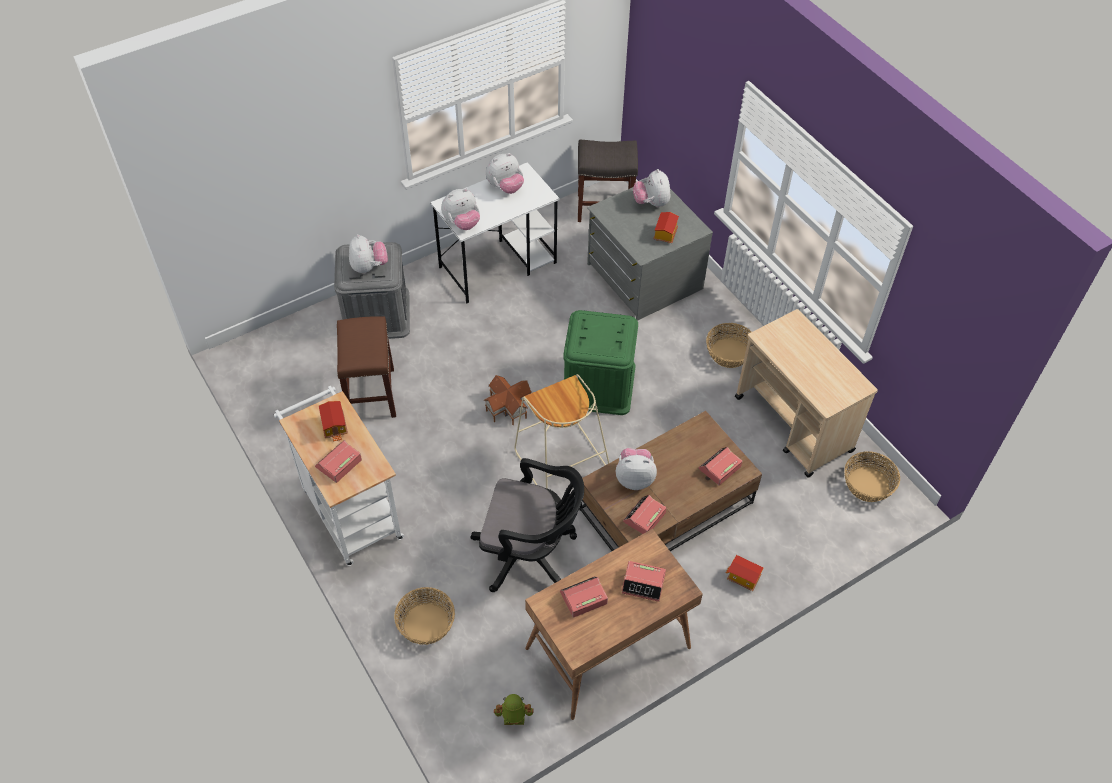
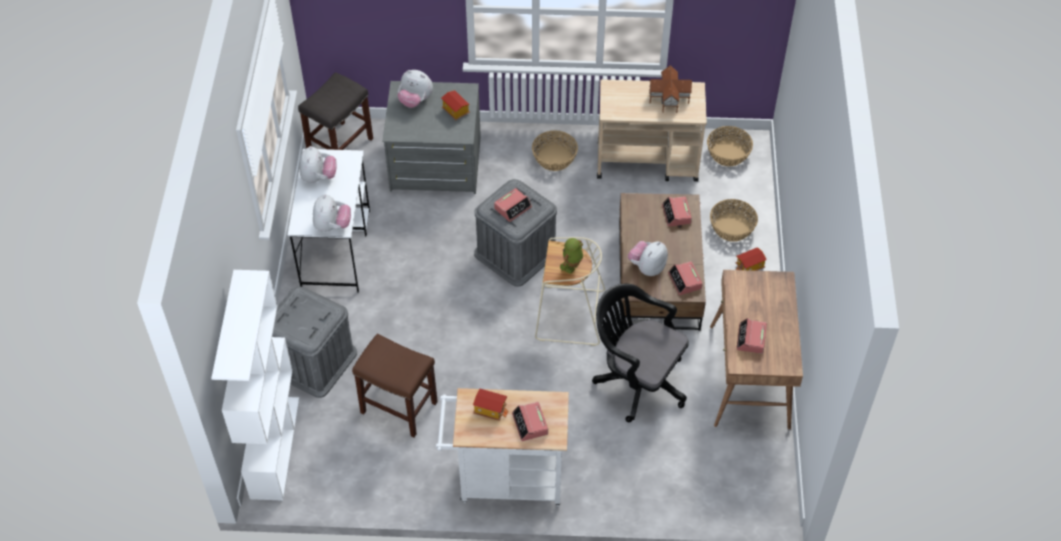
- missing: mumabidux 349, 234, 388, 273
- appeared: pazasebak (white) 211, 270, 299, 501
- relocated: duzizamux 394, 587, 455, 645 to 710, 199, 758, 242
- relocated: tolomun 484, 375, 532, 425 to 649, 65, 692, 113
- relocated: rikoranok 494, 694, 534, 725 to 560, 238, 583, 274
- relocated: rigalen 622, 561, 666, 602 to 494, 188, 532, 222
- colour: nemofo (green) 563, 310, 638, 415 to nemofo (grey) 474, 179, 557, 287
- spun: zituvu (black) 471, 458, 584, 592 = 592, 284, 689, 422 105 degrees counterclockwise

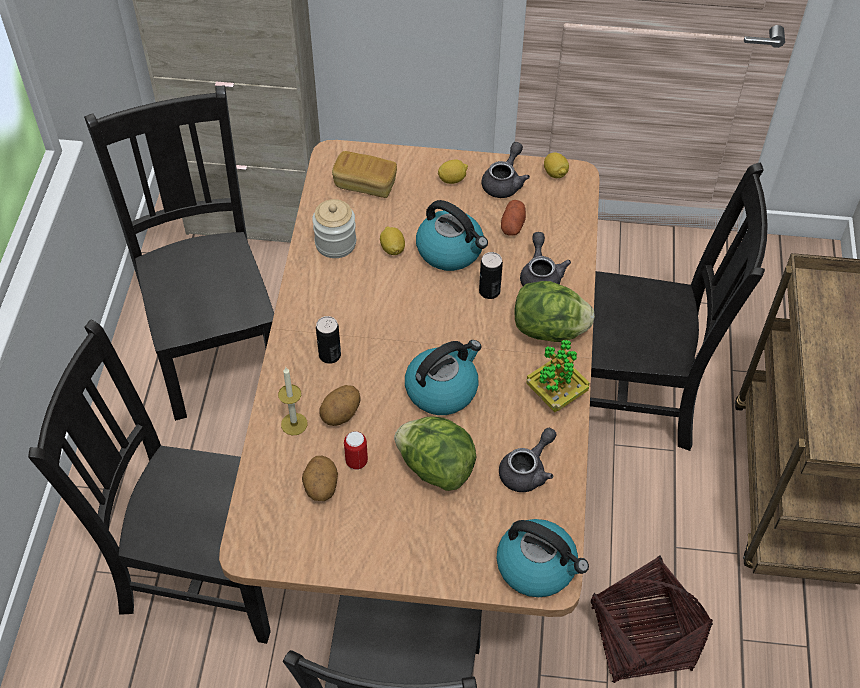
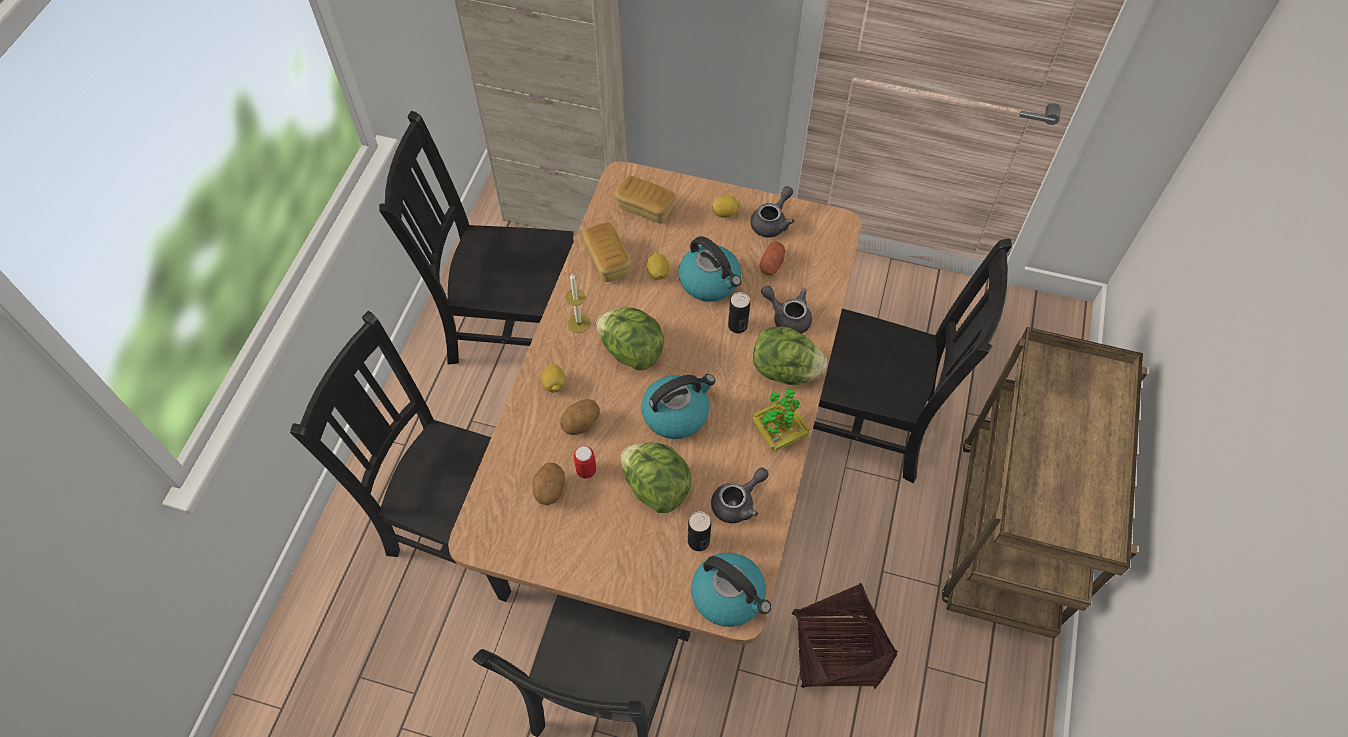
- appeared: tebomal 596, 307, 664, 370
- relocated: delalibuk 278, 368, 307, 435 to 566, 274, 590, 333
- relocated: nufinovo 316, 316, 341, 364 to 688, 511, 711, 551
- relocated: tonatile 544, 152, 569, 178 to 542, 364, 566, 392
- exchanged: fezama 312, 199, 356, 258 to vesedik 584, 222, 631, 282
- spun: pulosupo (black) 84, 86, 274, 421 = 379, 111, 574, 365 75 degrees counterclockwise
- spun: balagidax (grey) 520, 232, 571, 286 = 761, 286, 812, 334 60 degrees counterclockwise

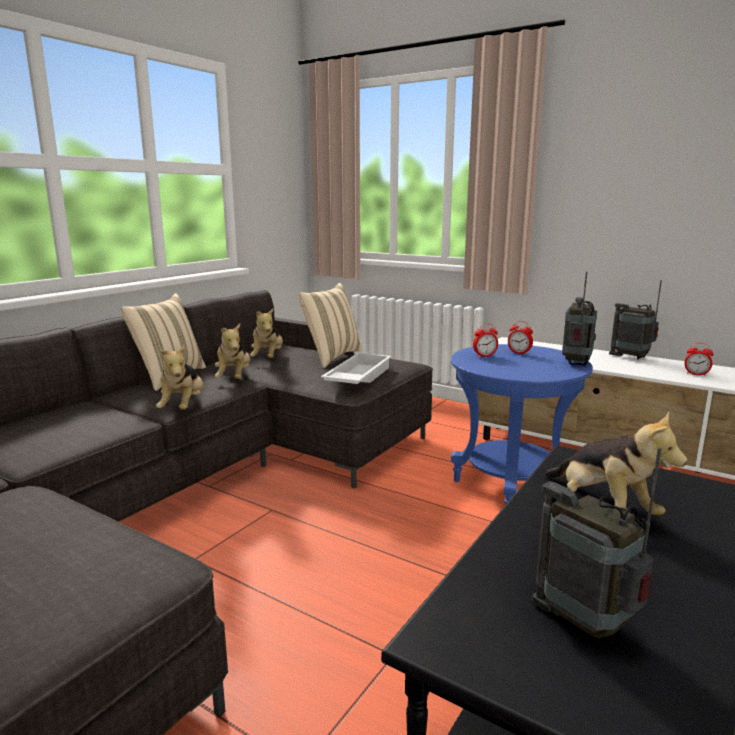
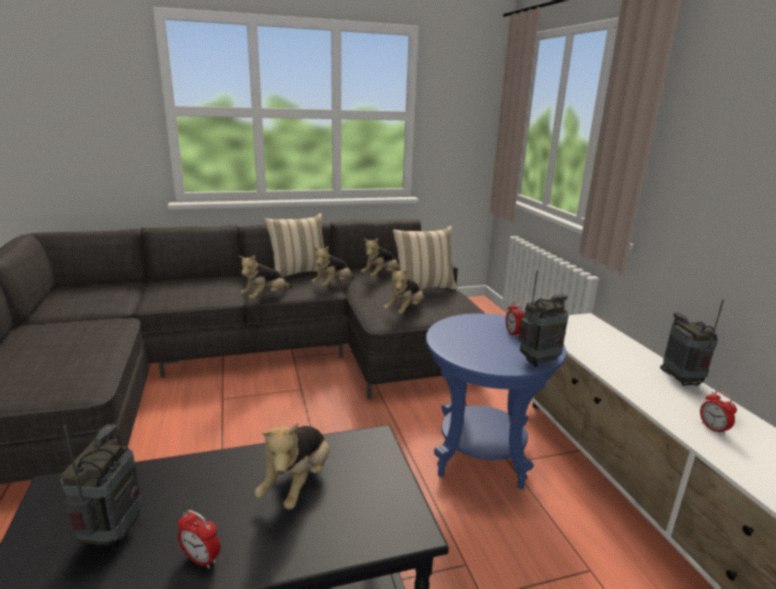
- relocated: rigalen 473, 323, 498, 357 to 178, 510, 220, 569
- exchanged: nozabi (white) 321, 353, 392, 384 to mumabidux 384, 268, 423, 314

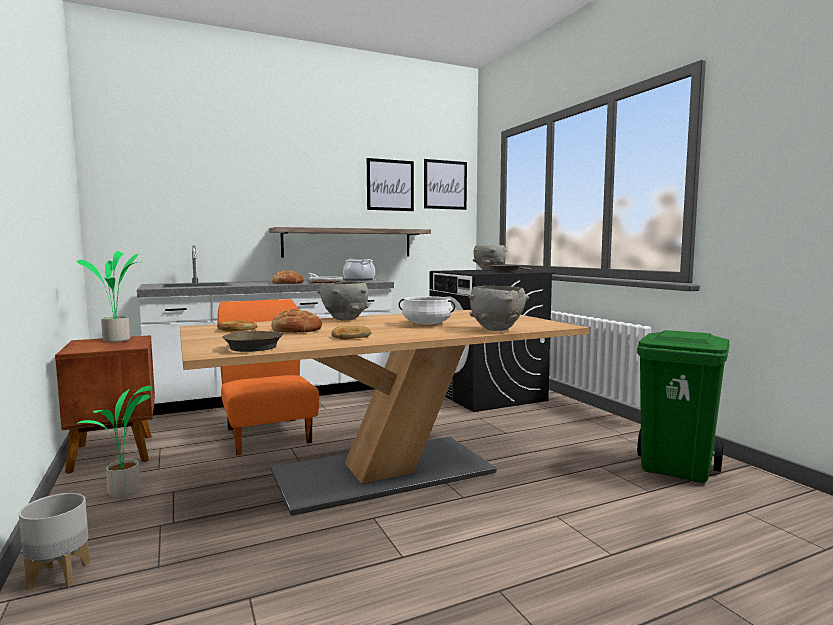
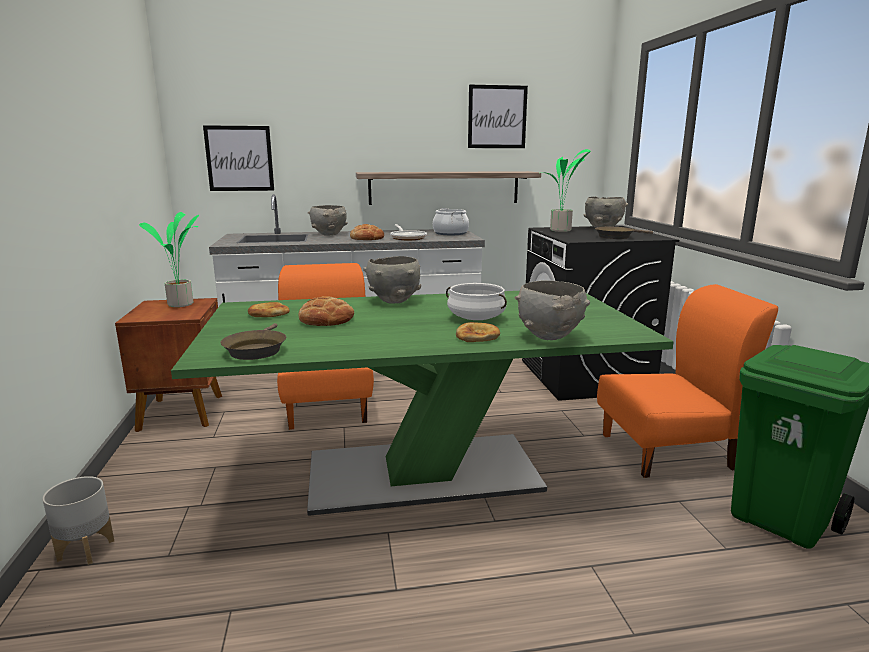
- appeared: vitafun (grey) 308, 205, 348, 235
- appeared: pulosupo (orange) 597, 284, 778, 478
- relocated: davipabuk 76, 386, 152, 497 to 541, 149, 591, 232
- relocated: vesedik 331, 326, 371, 340 to 456, 322, 500, 342
- relocated: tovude 424, 159, 467, 210 to 203, 125, 274, 191
- colour: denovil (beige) 180, 310, 589, 516 to denovil (green) 171, 291, 674, 515

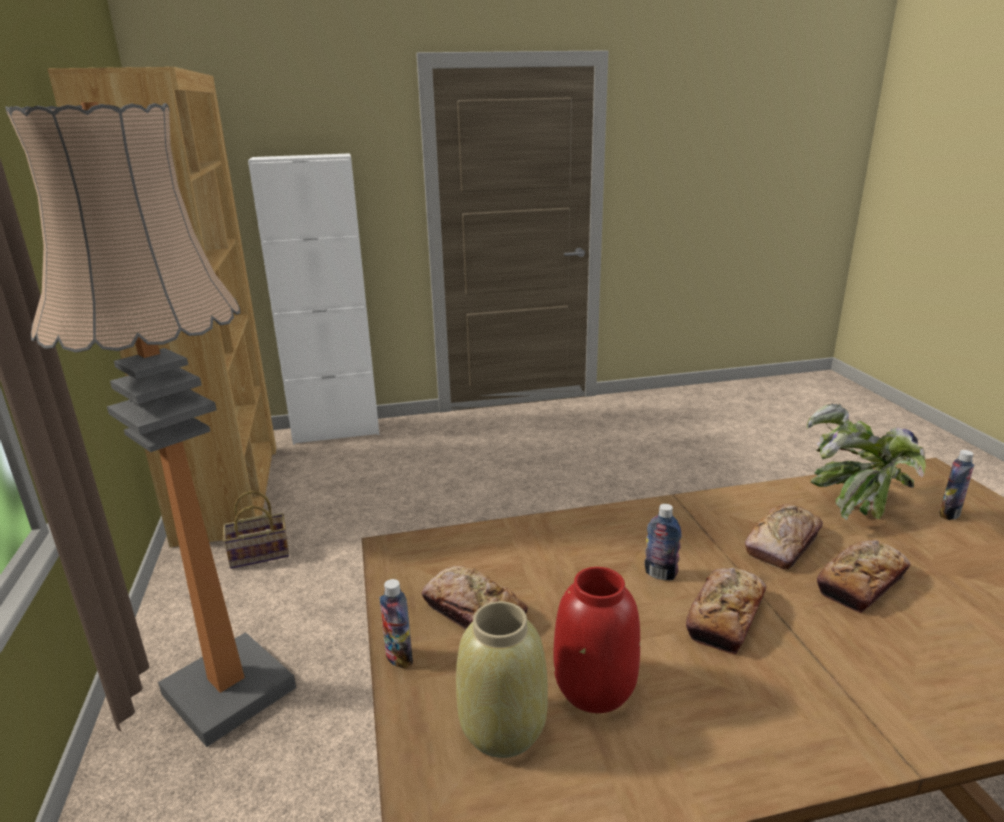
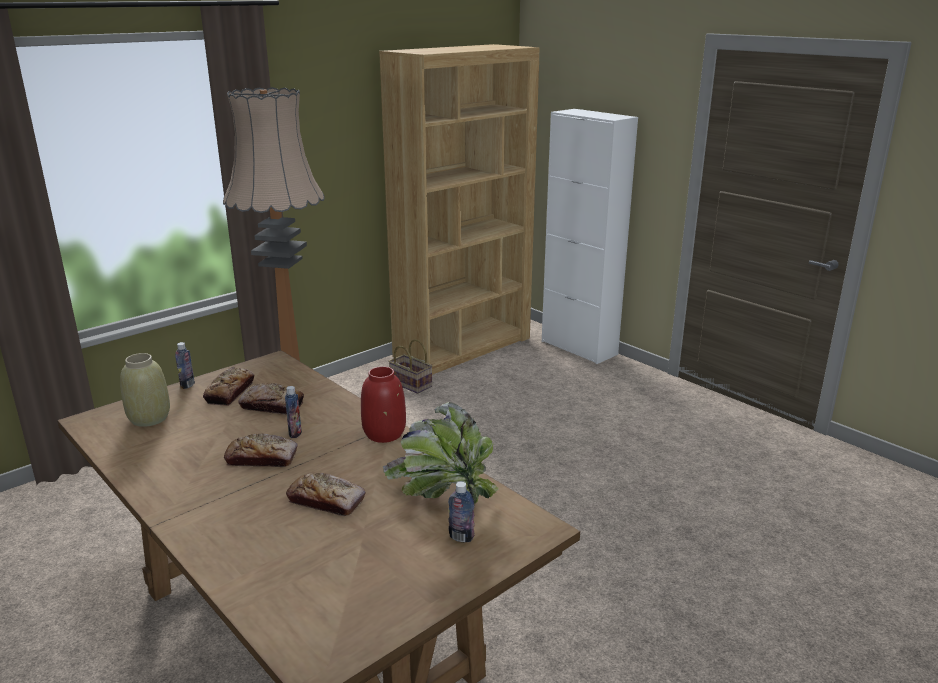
- relocated: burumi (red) 554, 567, 640, 713 to 361, 366, 406, 443
- relocated: vesedik 745, 504, 823, 569 to 239, 383, 304, 414

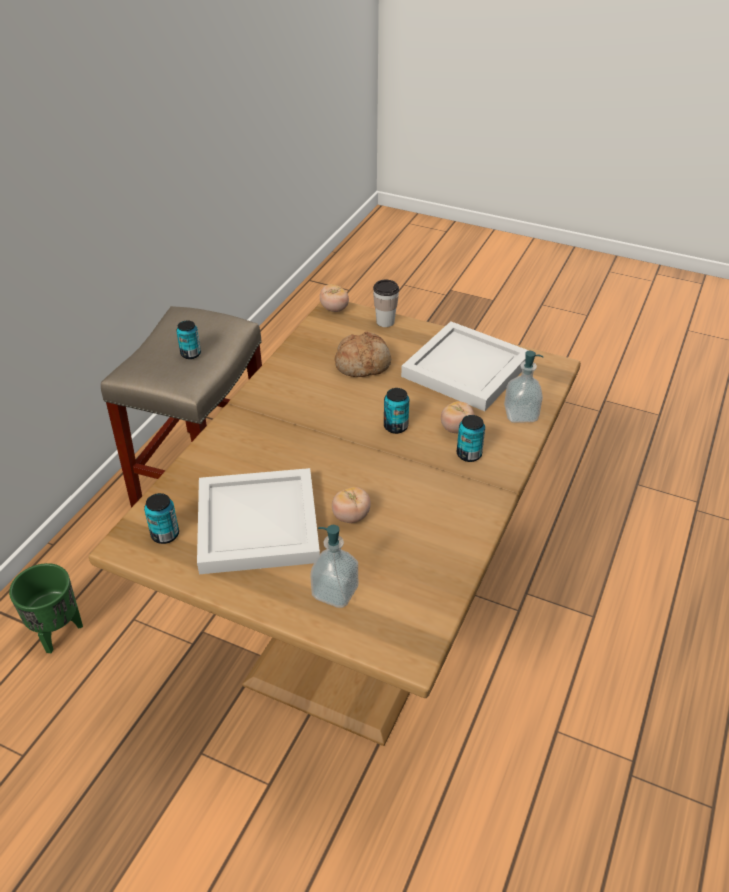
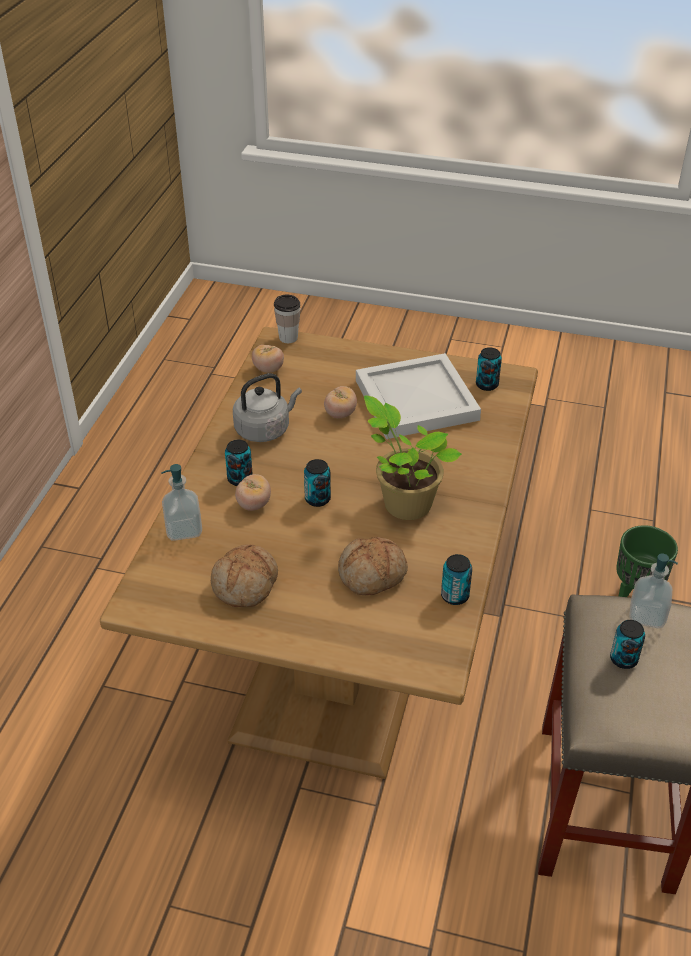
- appeared: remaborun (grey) 233, 373, 302, 442
- appeared: davipabuk 364, 395, 462, 520
- appeared: nufinovo 441, 554, 472, 605
- relocated: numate 310, 525, 358, 608 to 629, 553, 678, 628
- relocated: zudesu 320, 284, 349, 312 to 252, 345, 284, 373
- relocated: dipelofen 373, 280, 399, 327 to 274, 295, 300, 343
- exchanged: nozabi (white) 401, 321, 529, 411 to vesedik 211, 544, 278, 607

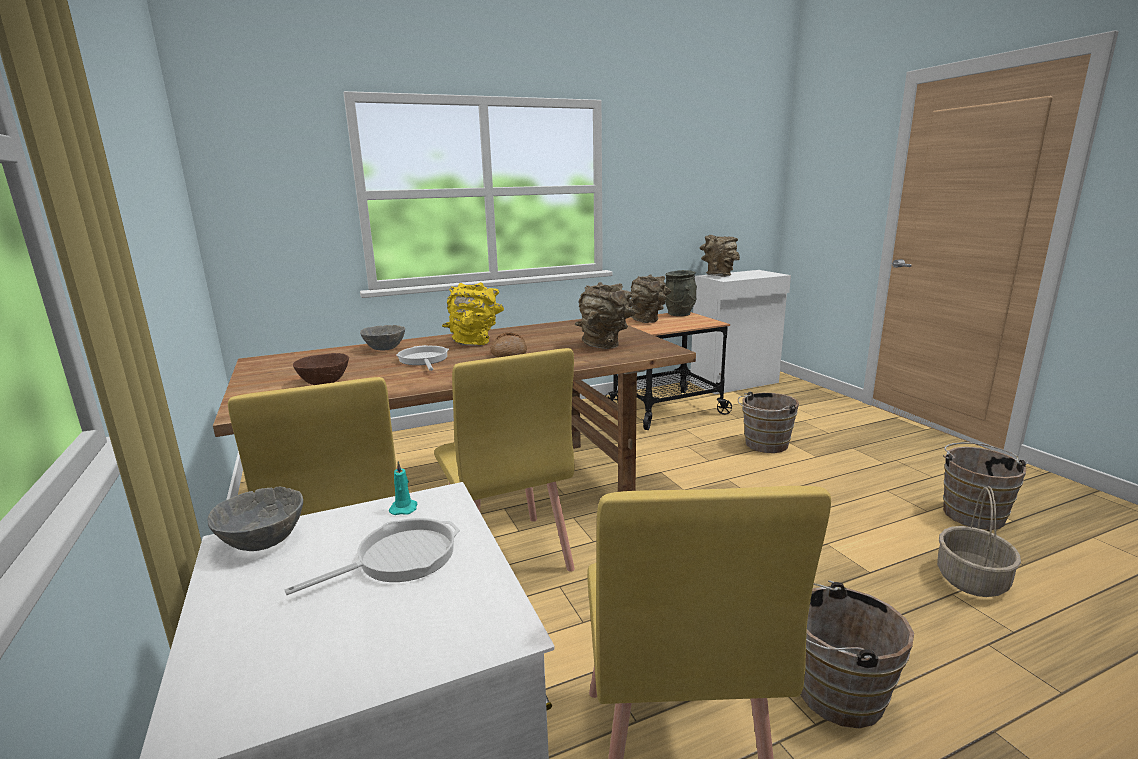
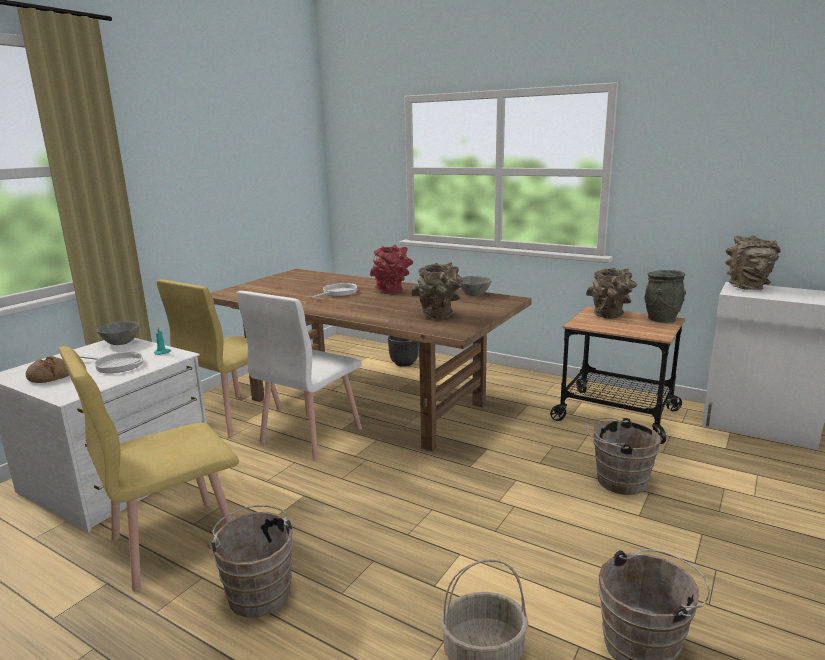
- missing: vitafun (brown) 293, 353, 349, 385
- appeared: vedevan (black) 388, 336, 419, 367
- relocated: vitafun (grey) 360, 325, 405, 351 to 460, 276, 492, 296
- relocated: vesedik 491, 332, 527, 357 to 25, 356, 69, 383
- colour: pulosupo (yellow) 434, 348, 575, 572 to pulosupo (white) 236, 291, 362, 461
- colour: burumi (yellow) 442, 282, 504, 346 to burumi (red) 370, 245, 413, 294

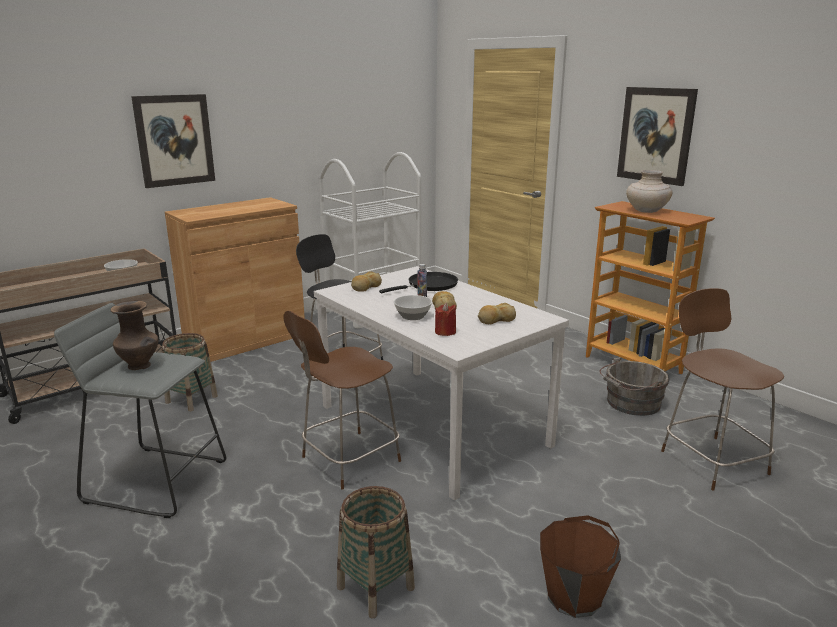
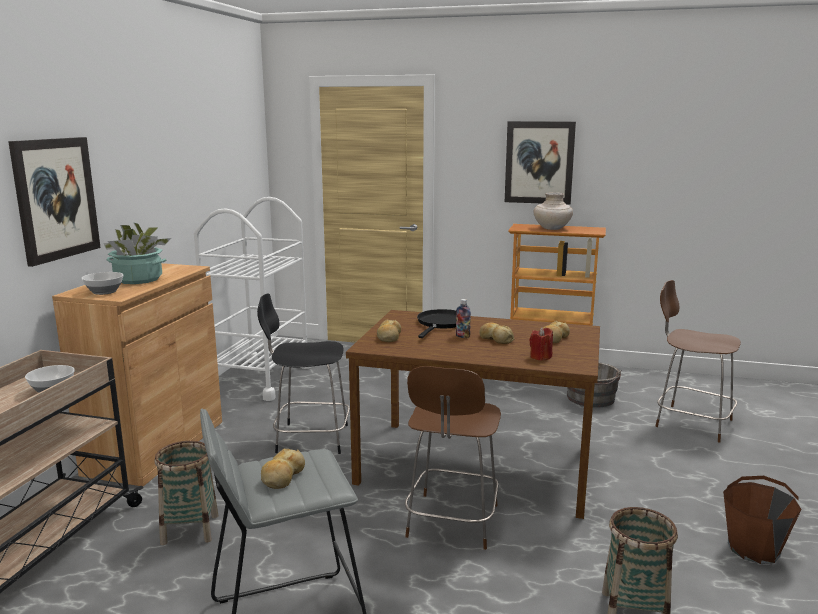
- appeared: davipabuk 103, 223, 171, 284
- relocated: vitafun 394, 295, 432, 320 to 81, 272, 124, 295
- exchanged: burumi (brown) 110, 301, 158, 370 to vesedik 261, 448, 305, 489
- colour: denovil (white) 314, 266, 569, 501 to denovil (brown) 346, 310, 600, 519

